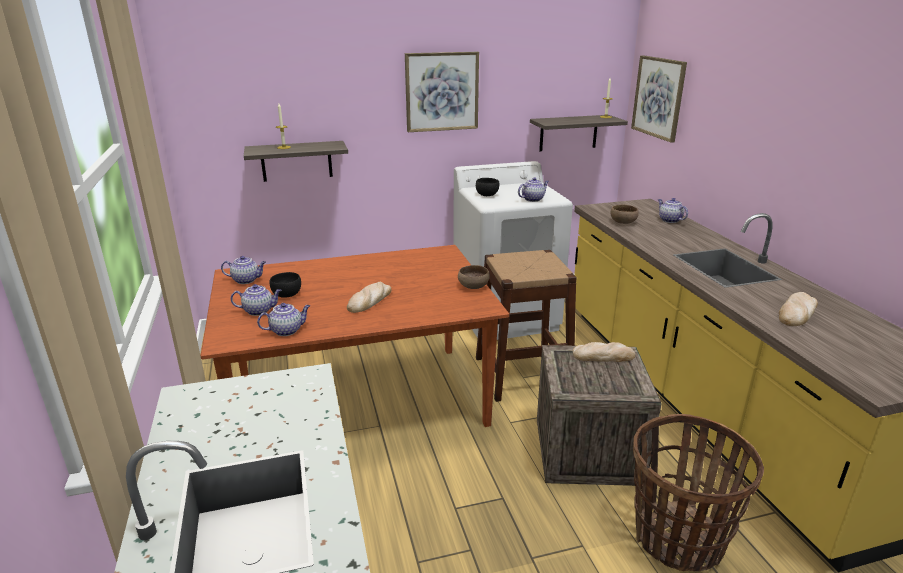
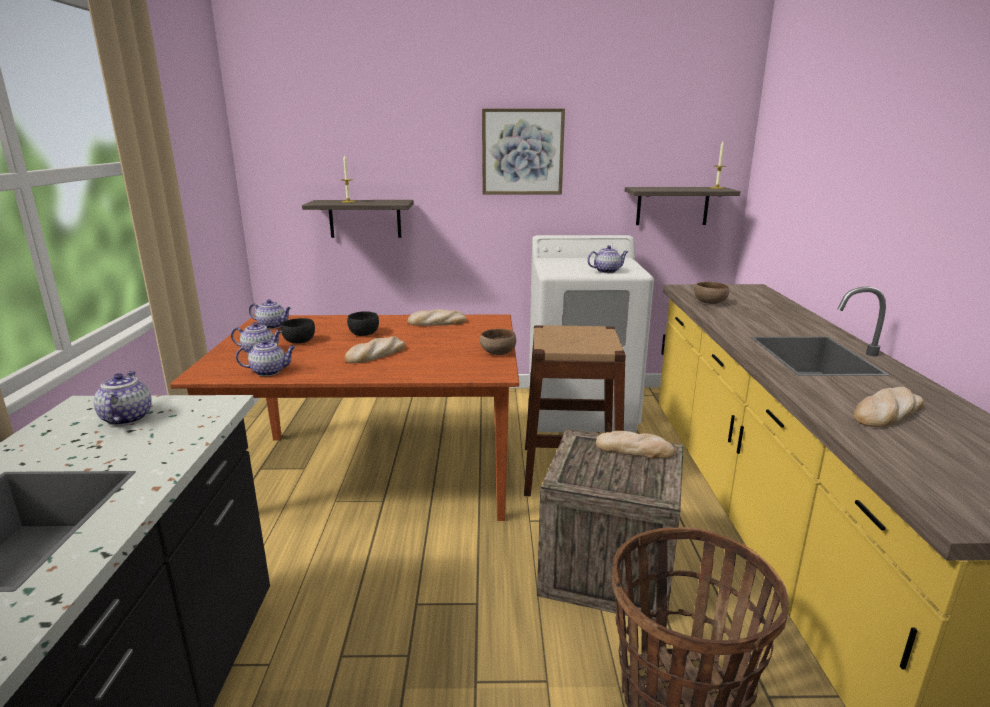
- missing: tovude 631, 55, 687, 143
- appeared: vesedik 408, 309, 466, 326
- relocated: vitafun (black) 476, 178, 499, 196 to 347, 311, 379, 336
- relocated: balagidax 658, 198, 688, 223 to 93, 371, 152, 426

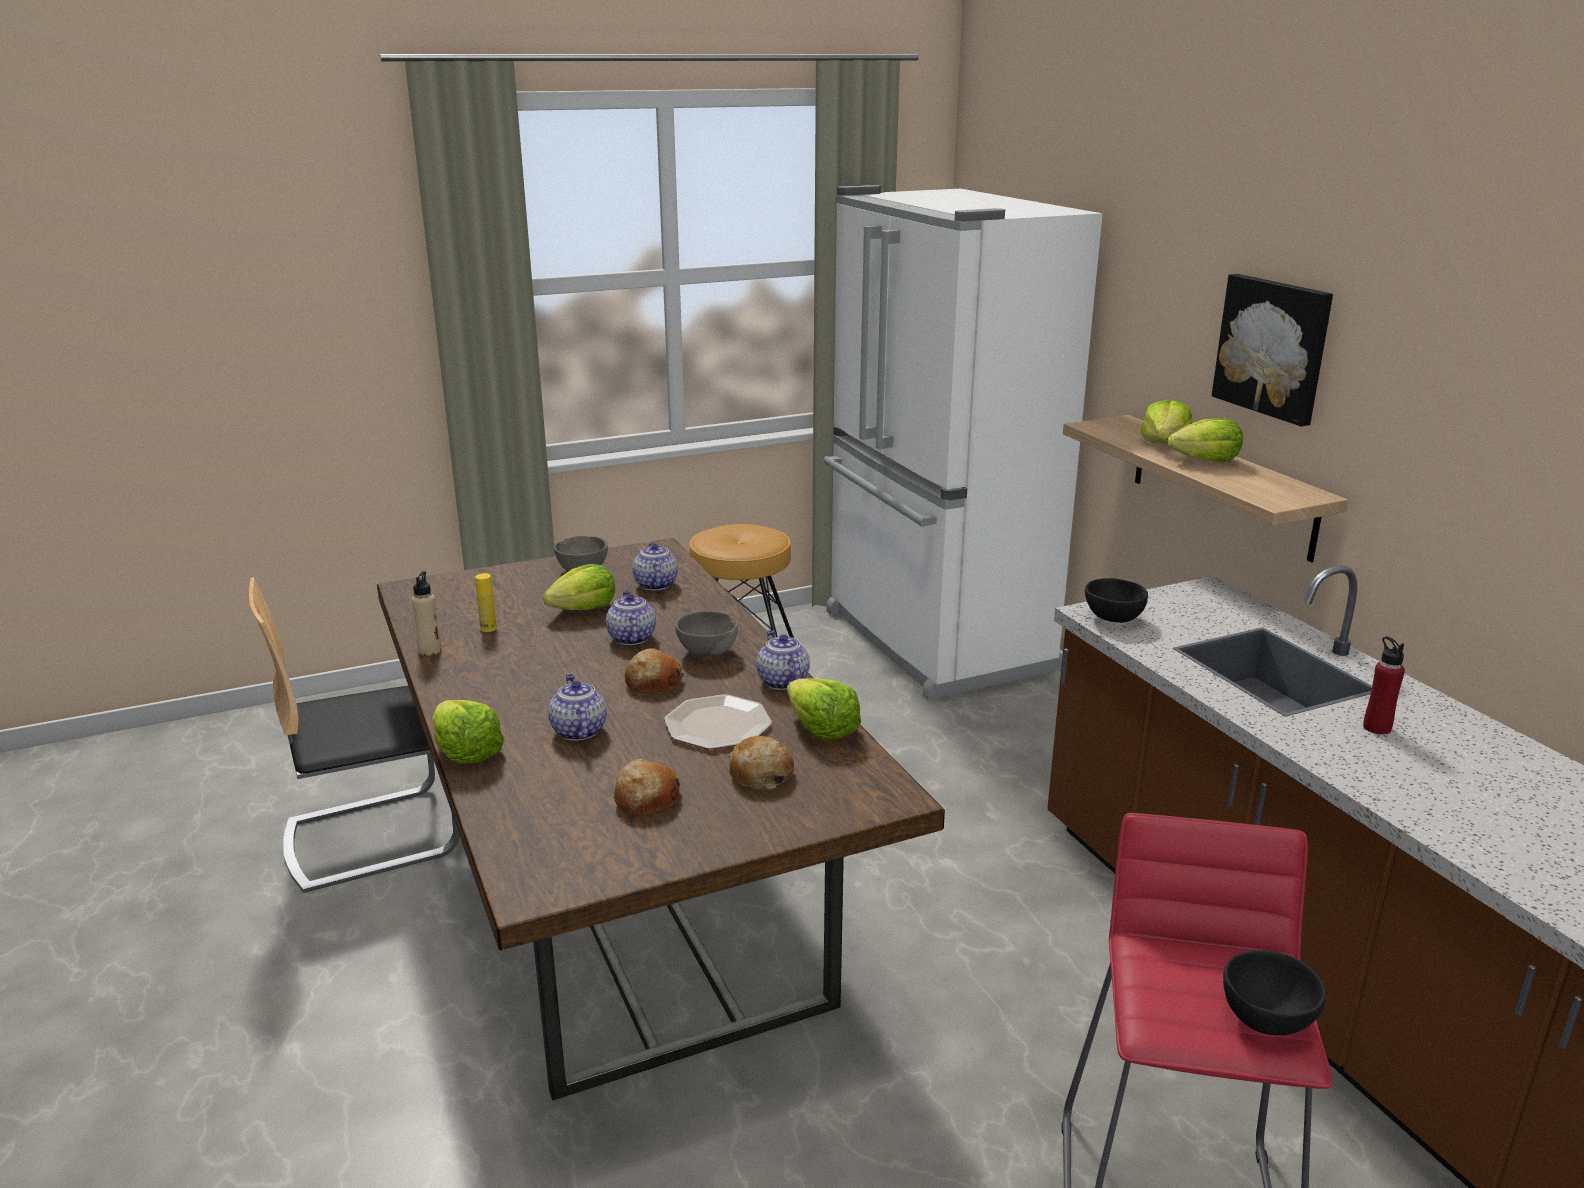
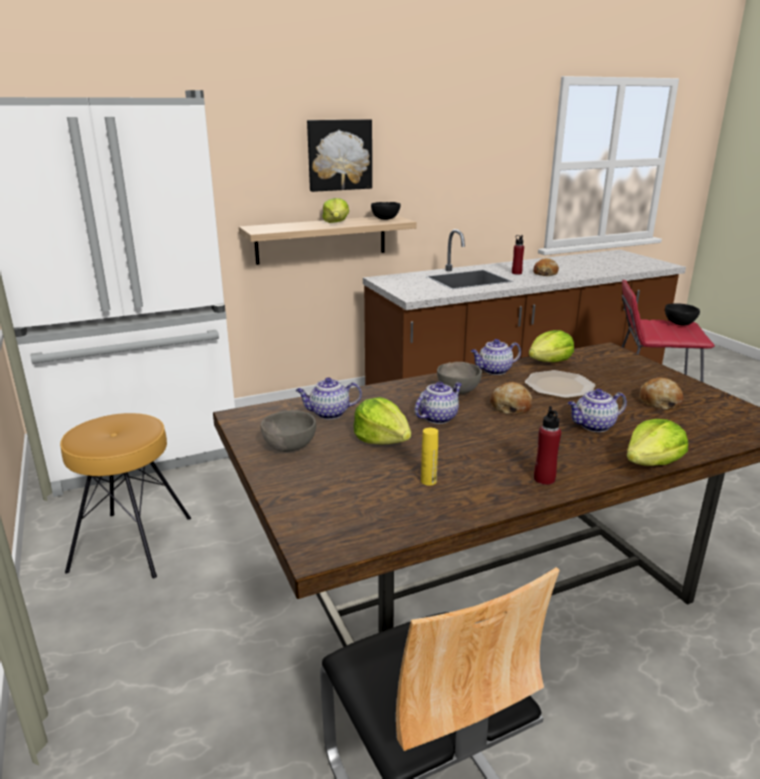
- missing: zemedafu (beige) 412, 571, 441, 655
- missing: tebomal 1141, 399, 1192, 443
- appeared: zemedafu (red) 534, 406, 561, 485
- relocated: vesedik 729, 736, 794, 790 to 533, 258, 559, 276
- relocated: vitafun (black) 1085, 578, 1148, 623 to 371, 202, 400, 220
- spun: balagidax 606, 591, 656, 645 = 415, 382, 462, 424 150 degrees clockwise

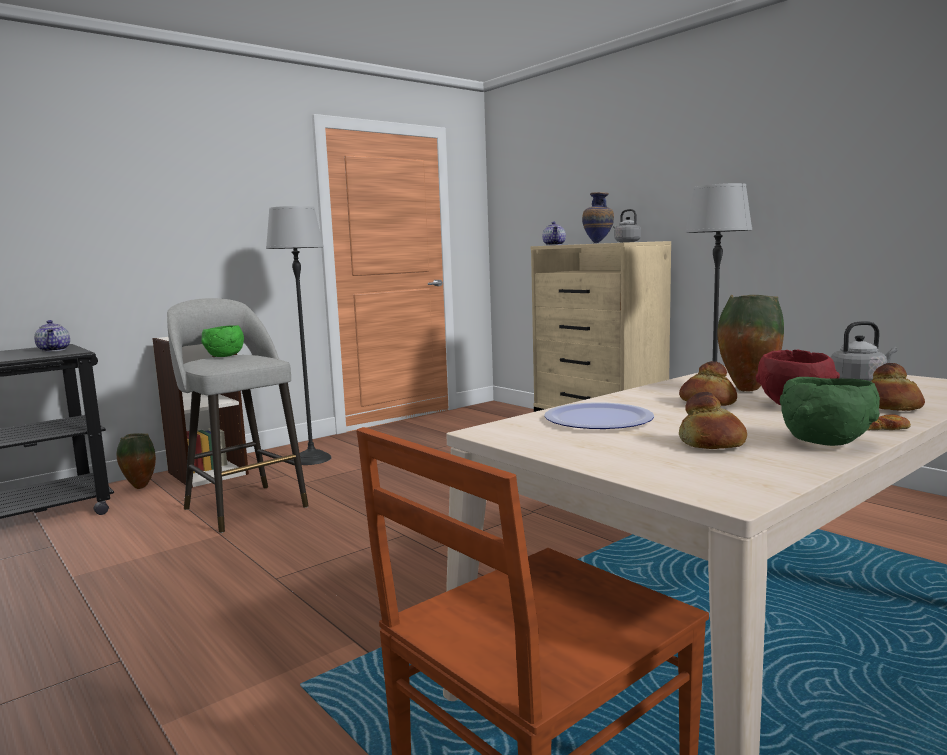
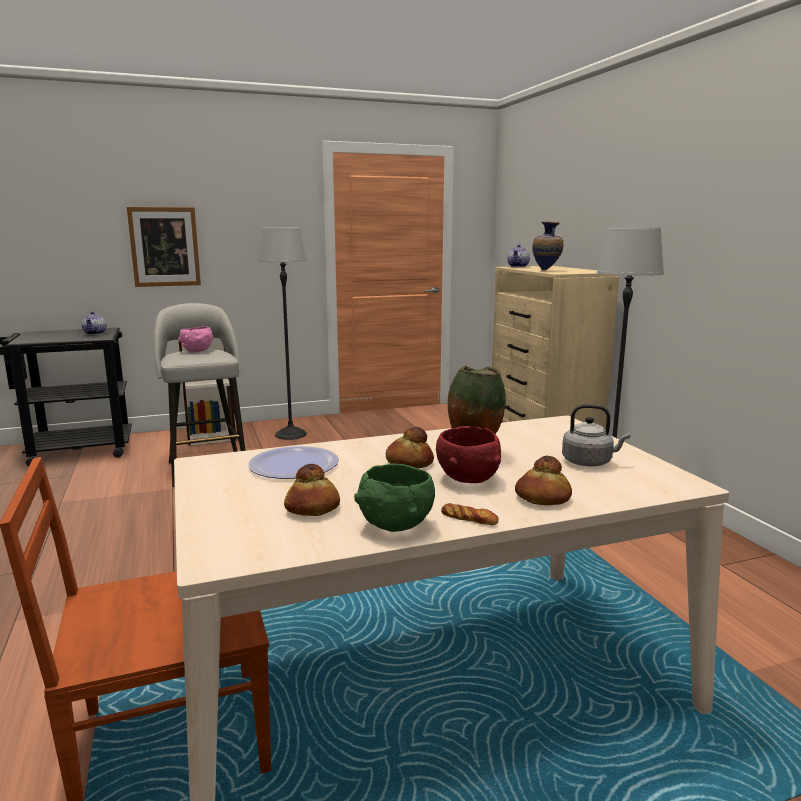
- missing: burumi 117, 433, 156, 489
- missing: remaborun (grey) 613, 209, 641, 243
- appeared: tovude 127, 207, 201, 287
- colour: vitafun (green) 201, 325, 244, 357 to vitafun (pink) 178, 327, 213, 352

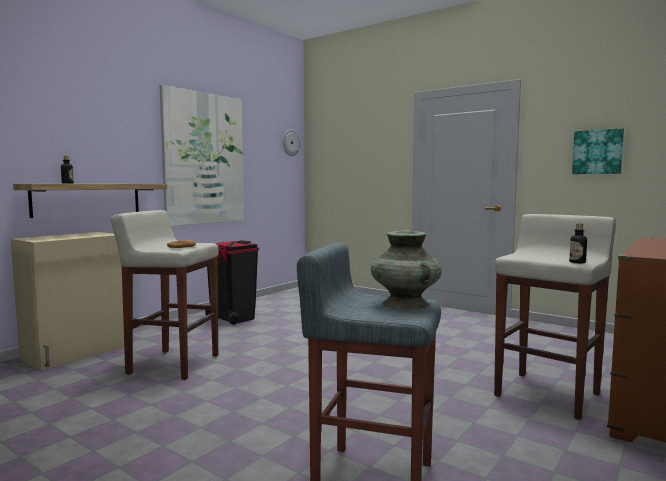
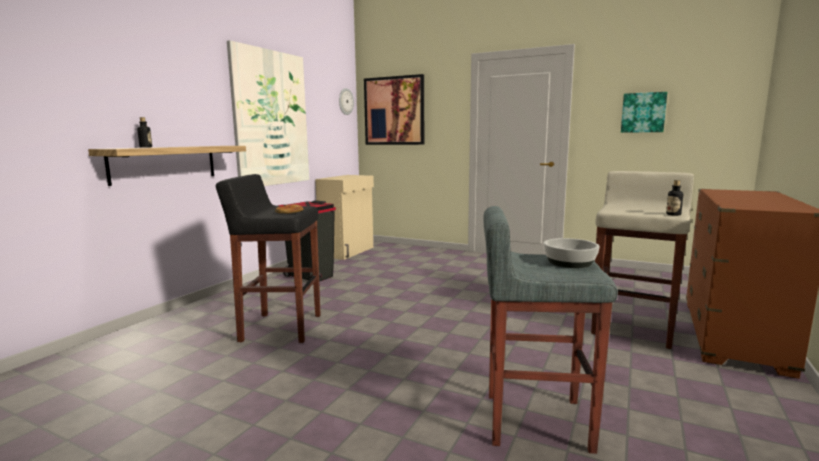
- appeared: tovude 364, 74, 424, 145
- relocated: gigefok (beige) 11, 232, 124, 370 to 315, 175, 374, 260
- exchanged: burumi (turquoise) 371, 230, 442, 310 to vitafun 544, 238, 599, 268
- colour: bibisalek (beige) 111, 210, 219, 380 to bibisalek (black) 216, 174, 321, 343

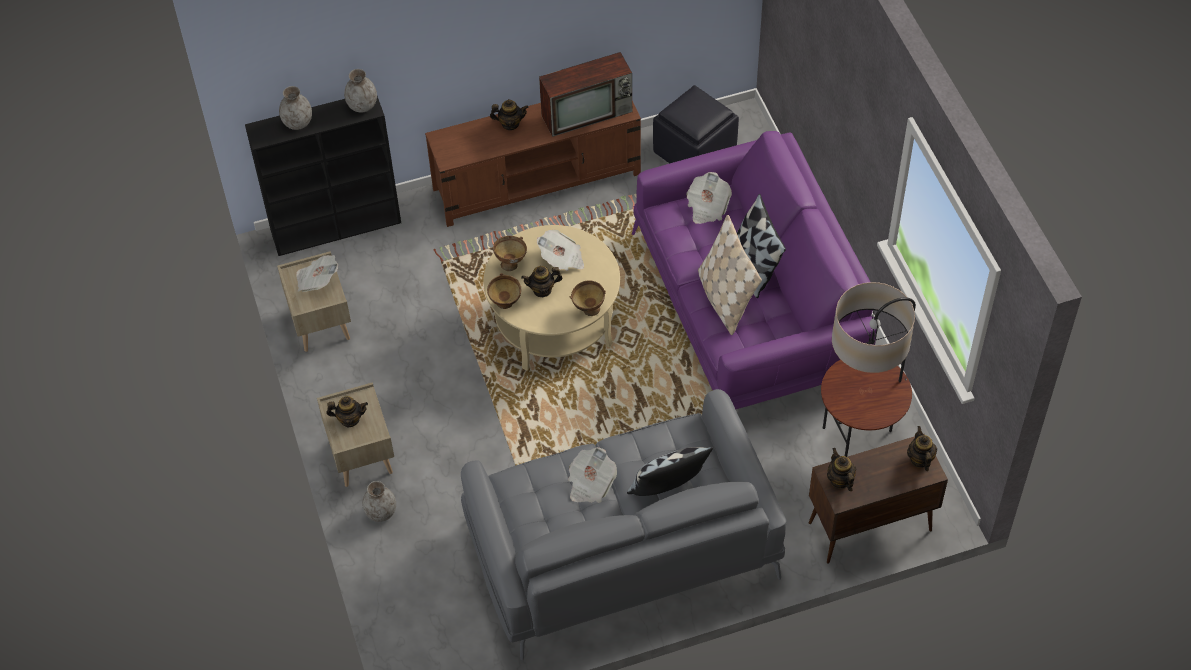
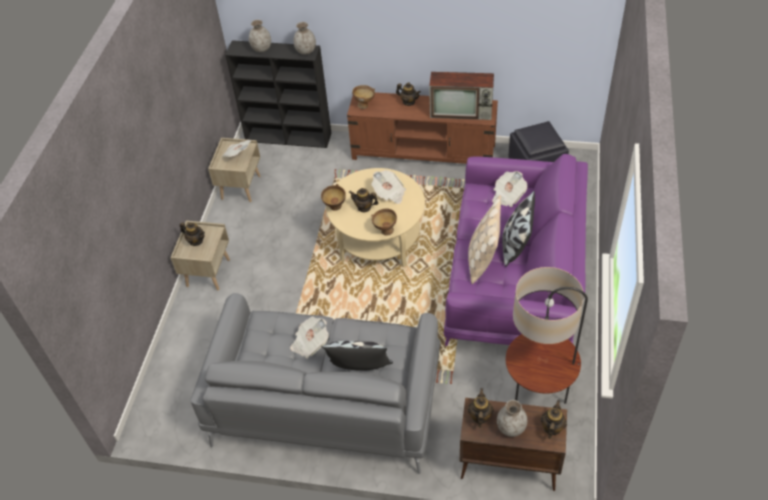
- relocated: burumi (grey) 362, 481, 396, 522 to 497, 400, 527, 437
- relocated: vitafun (brown) 493, 236, 527, 271 to 352, 85, 375, 109

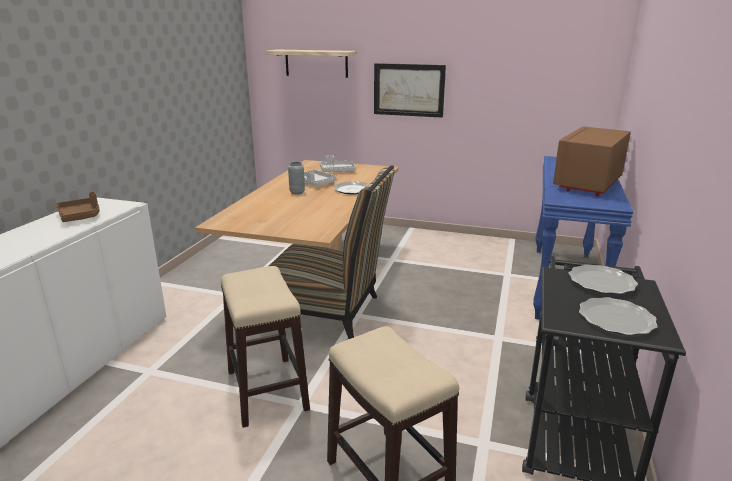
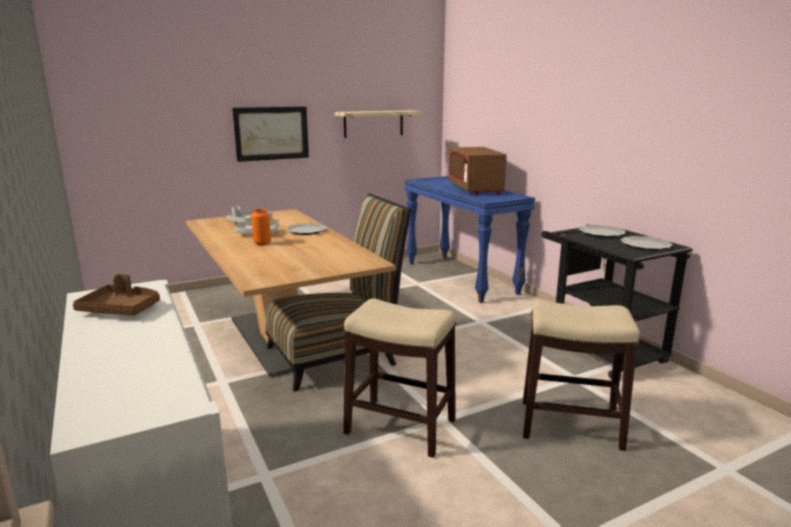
- relocated: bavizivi 266, 50, 357, 78 to 335, 110, 422, 138
- colour: burumi (grey) 288, 162, 305, 195 to burumi (orange) 251, 209, 271, 246

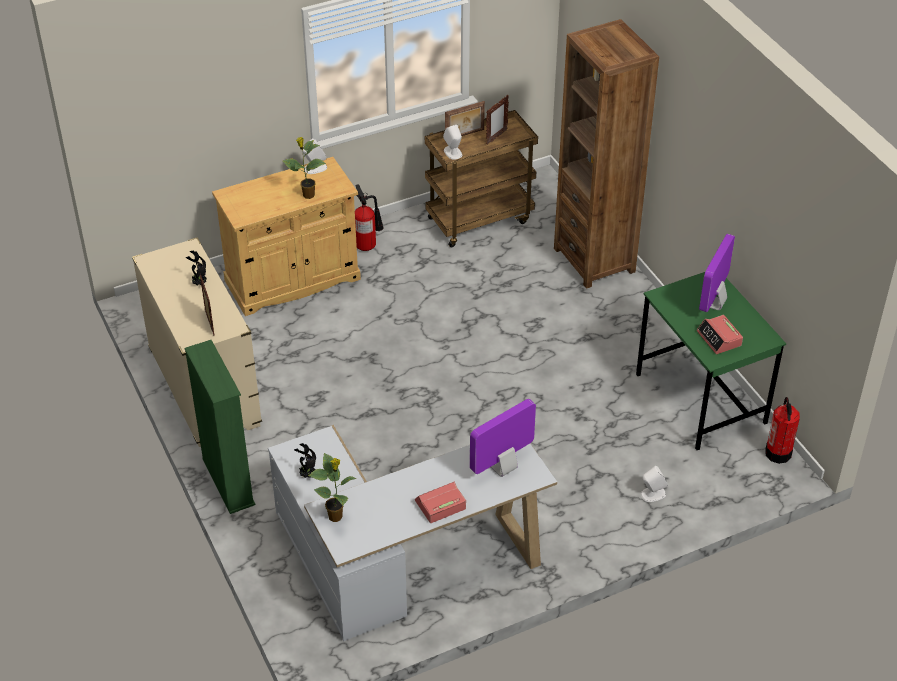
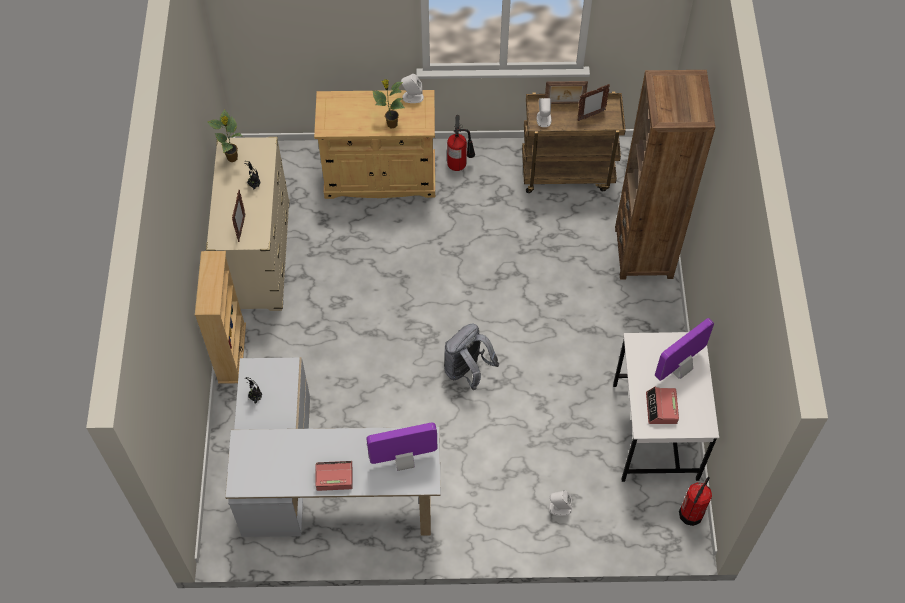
- appeared: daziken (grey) 444, 324, 499, 390
- relocated: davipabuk 308, 453, 357, 522 to 208, 109, 242, 162
- colour: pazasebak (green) 185, 340, 256, 514 to pazasebak (beige) 195, 251, 246, 384
- colour: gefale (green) 636, 272, 786, 450 to gefale (white) 613, 332, 719, 482

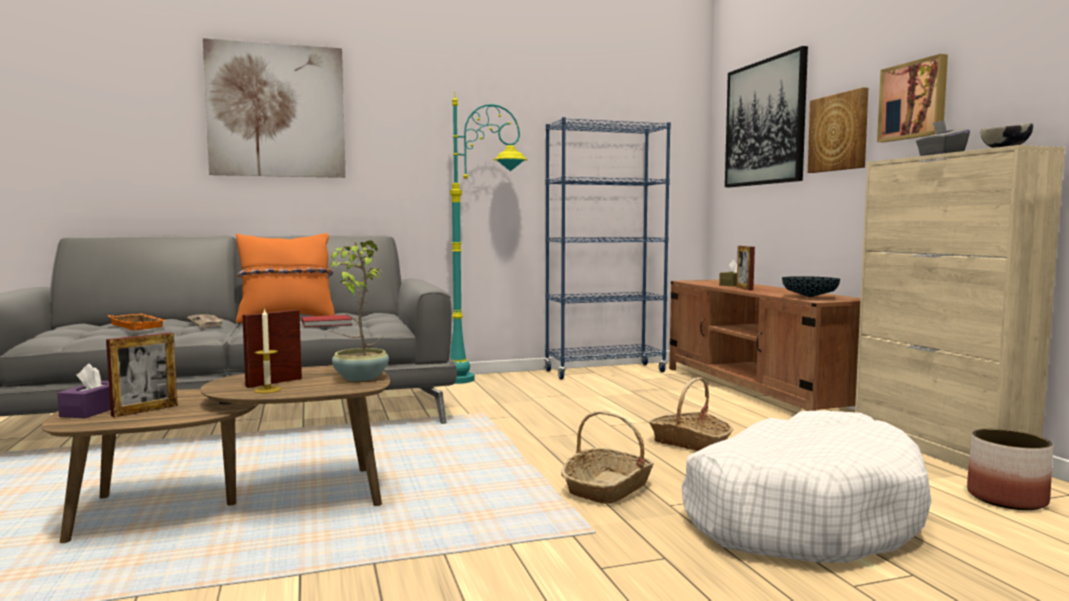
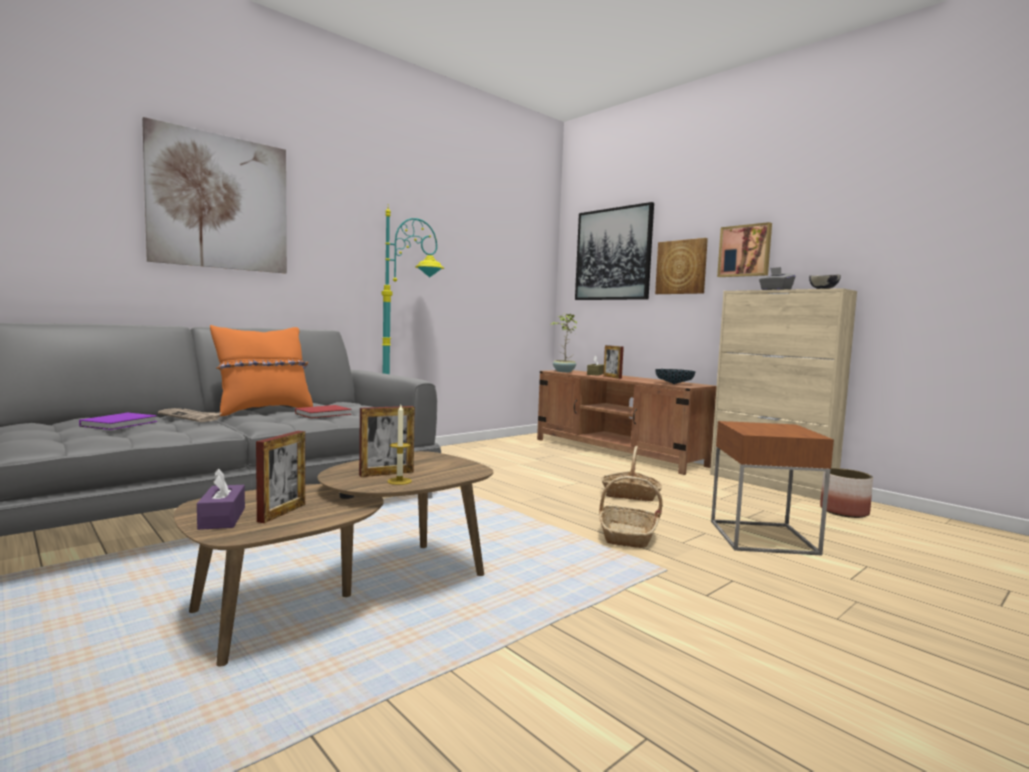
- missing: pazasebak (blue) 544, 117, 671, 379
- relocated: davipabuk 330, 240, 389, 381 to 550, 313, 577, 372
- exchanged: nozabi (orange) 107, 314, 168, 331 to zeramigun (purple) 79, 413, 157, 430
- exchanged: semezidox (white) 682, 410, 931, 563 to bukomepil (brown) 711, 421, 834, 556
- spun: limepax 242, 310, 302, 388 = 359, 406, 415, 477 135 degrees counterclockwise

